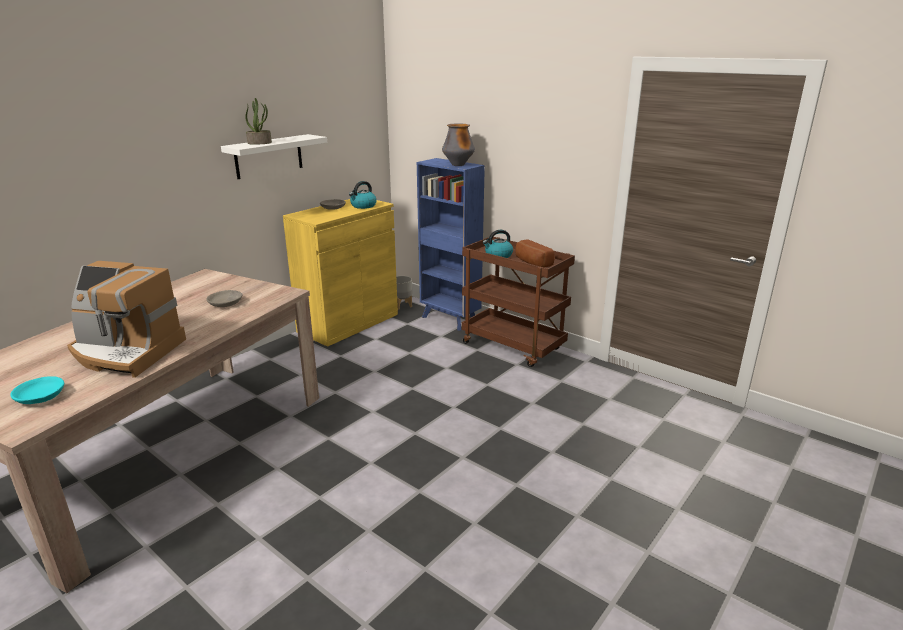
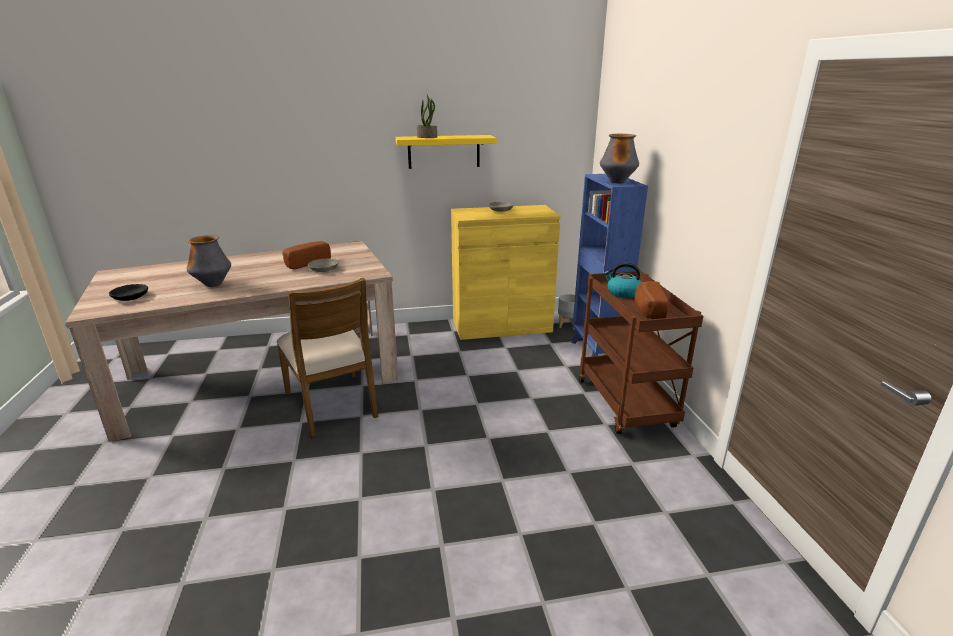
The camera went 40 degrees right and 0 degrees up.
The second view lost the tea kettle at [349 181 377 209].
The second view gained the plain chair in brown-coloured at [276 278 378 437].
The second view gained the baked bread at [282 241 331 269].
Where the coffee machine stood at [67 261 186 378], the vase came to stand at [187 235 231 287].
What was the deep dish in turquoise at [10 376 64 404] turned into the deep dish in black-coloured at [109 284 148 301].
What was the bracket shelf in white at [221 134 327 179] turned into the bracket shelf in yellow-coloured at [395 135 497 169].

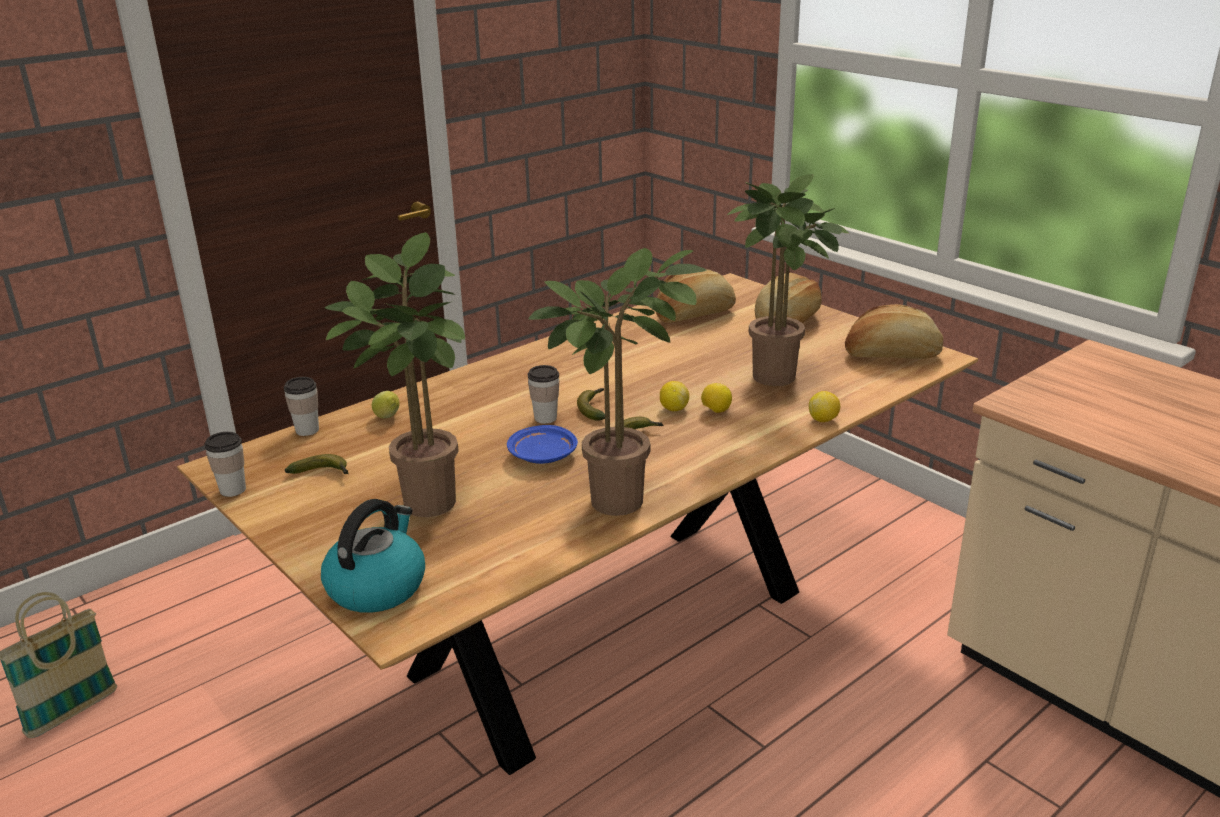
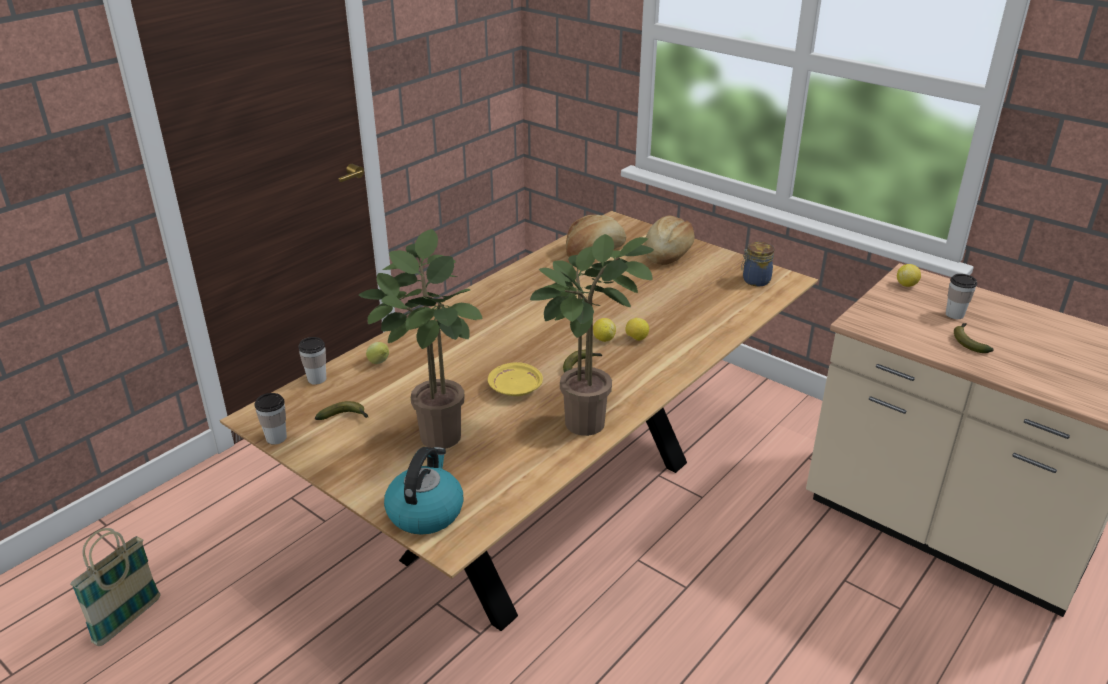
The camera went 10 degrees left and 5 degrees up.
The second view lost the potted plant at [727 174 849 386].
The cup ended up elsewhere, having gone from [528 365 559 424] to [946 274 977 319].
The banana fruit ended up elsewhere, having gone from [577 388 605 421] to [954 323 993 353].
The lemon ended up elsewhere, having gone from [809 391 840 422] to [897 264 921 287].
Where the baked bread stood at [845 304 943 359], the storage jar came to stand at [741 242 774 286].
What was the plate in bluish at [507 425 578 464] turned into the plate in yellow-coloured at [488 362 543 396].

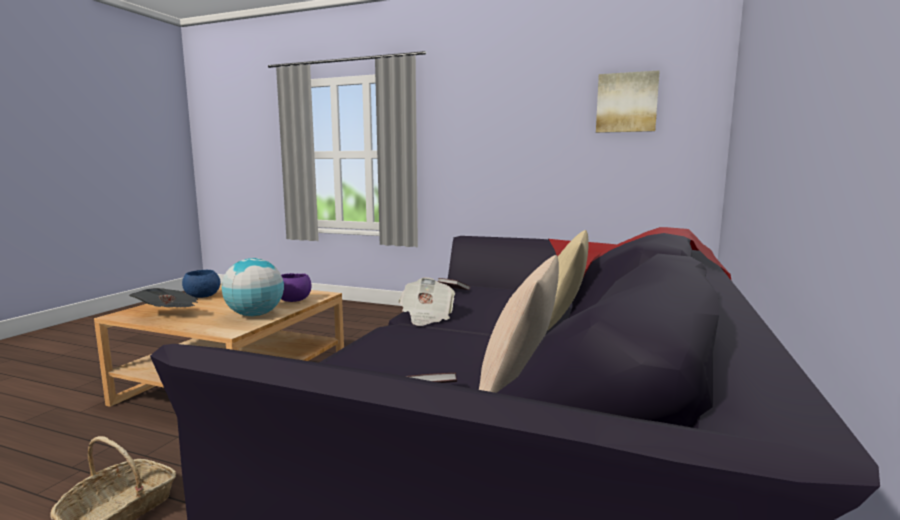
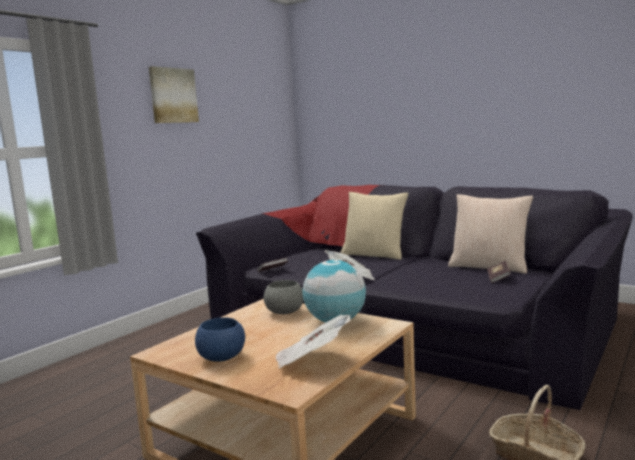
The camera went 75 degrees left and 0 degrees up.
The wall picture ended up elsewhere, having gone from [596 70 660 133] to [149 66 199 123].
What was the deep dish in purple at [281 273 311 302] turned into the deep dish in greyish at [264 280 304 314].

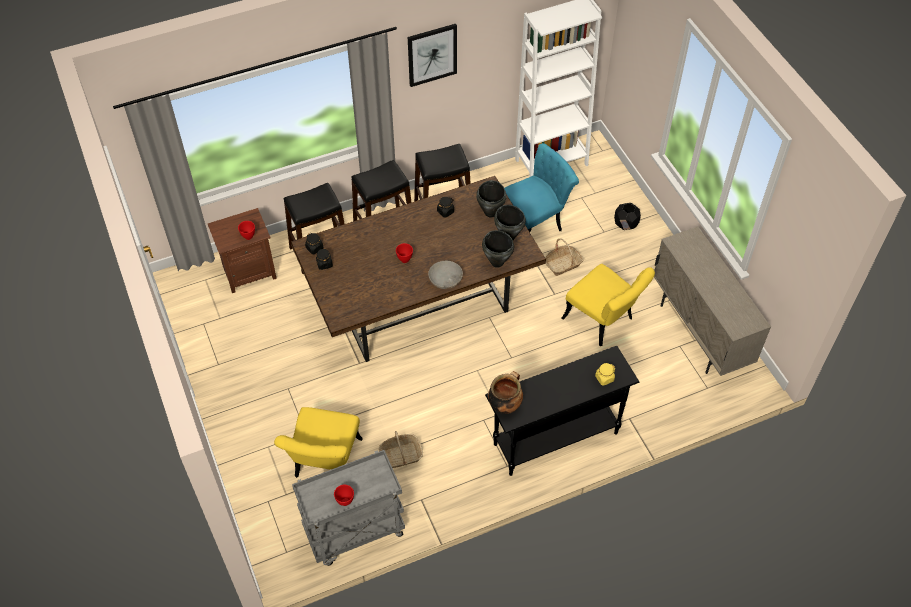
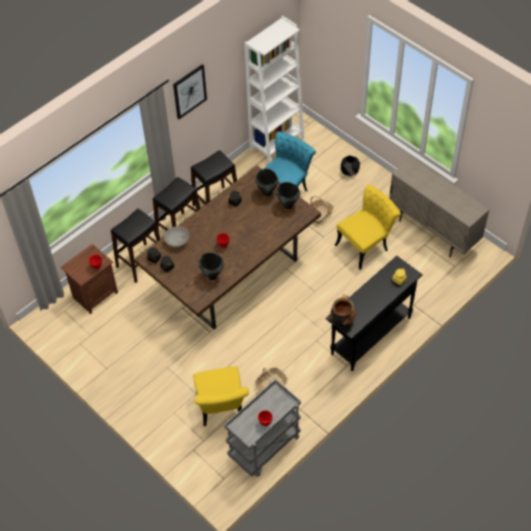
The camera went 20 degrees left and 0 degrees up.
The deep dish in greyish ended up elsewhere, having gone from [428 261 463 289] to [164 227 189 248].
The saucepot in black-coloured ended up elsewhere, having gone from [482 230 514 268] to [199 253 224 280].
The plain chair in yellow-coloured at [561 264 655 346] ended up facing another way, 60 degrees counterclockwise from before.

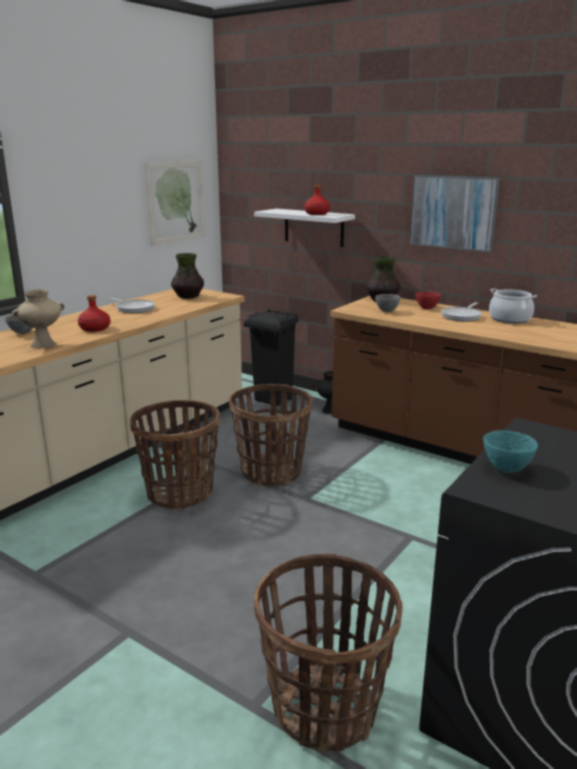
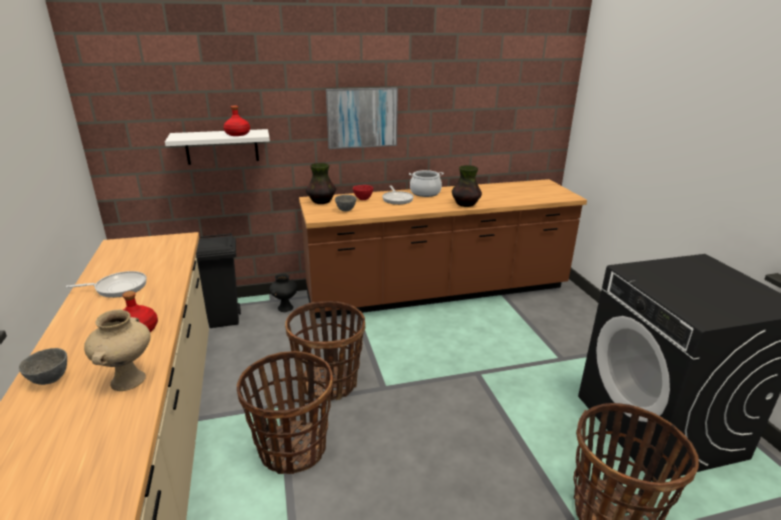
The camera went 50 degrees left and 5 degrees up.
The second view lost the wall picture at [145 160 205 246].
The second view lost the deep dish in turquoise at [483 431 538 473].
The vase ended up elsewhere, having gone from [171 253 204 299] to [452 165 482 207].

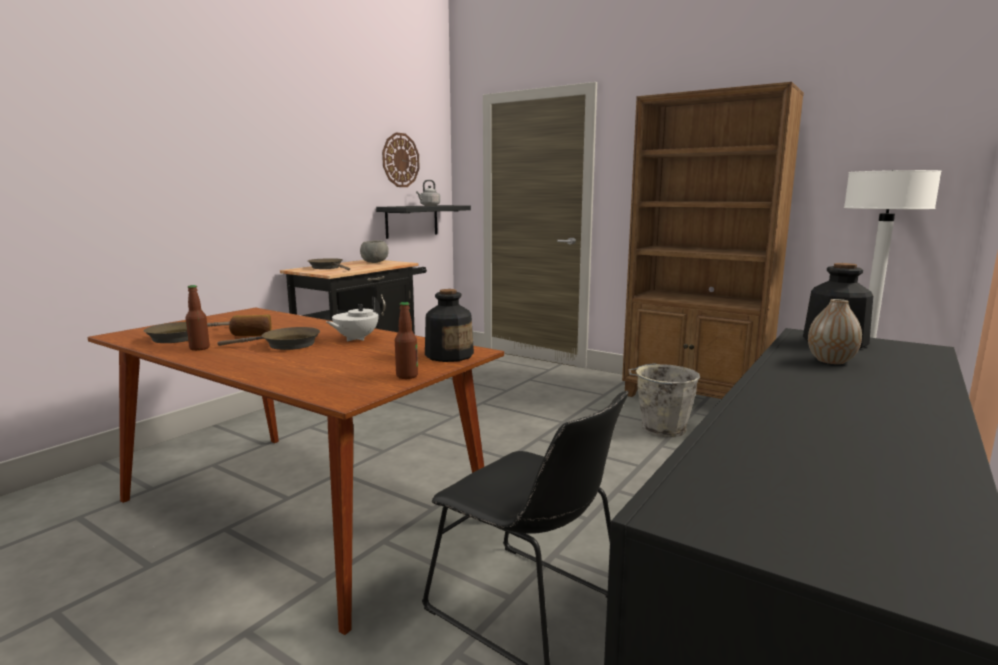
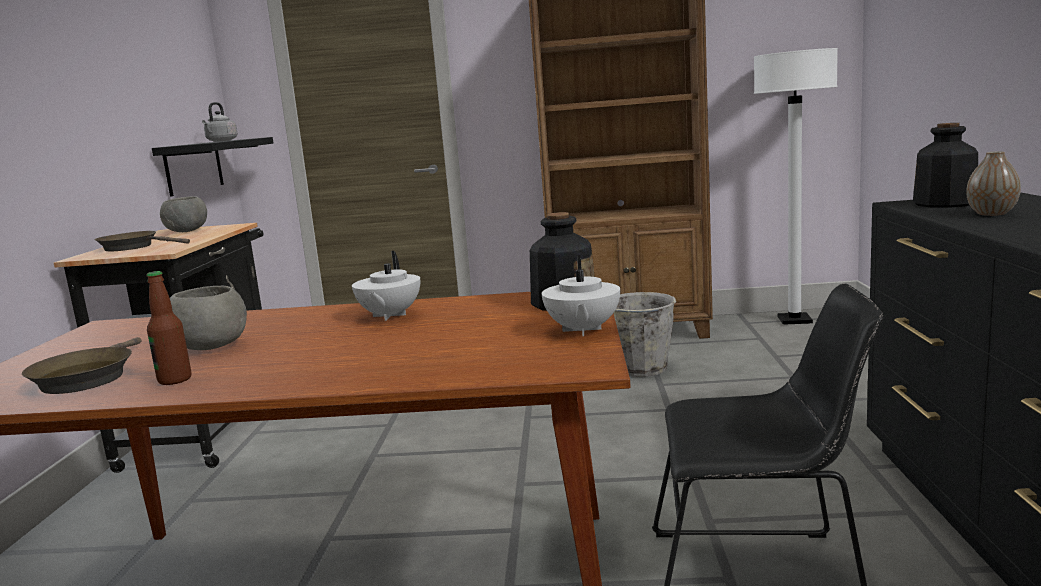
The camera went 30 degrees left and 0 degrees up.
The second view lost the pan in brown-coloured at [217 327 320 350].
The second view lost the wall clock at [382 132 420 187].
Where the baked bread stood at [229 315 272 336], the deep dish in greyish came to stand at [170 286 247 350].
Where the drink bottle stood at [395 302 418 379], the tea pot in white came to stand at [542 255 620 336].

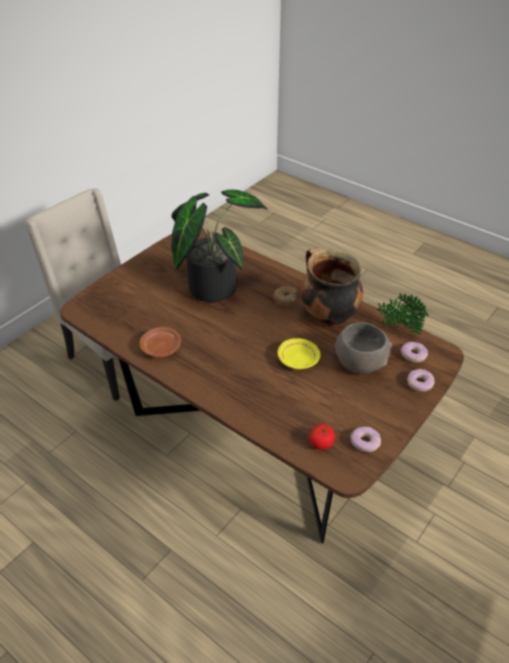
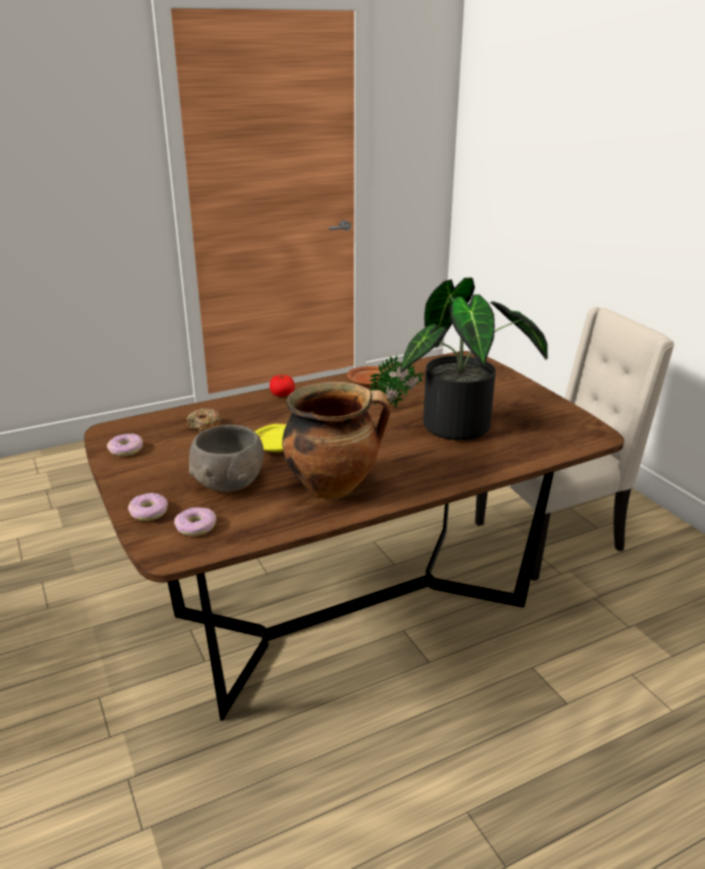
The camera went 115 degrees right and 15 degrees down.
The donut ended up elsewhere, having gone from [273 286 298 307] to [187 408 222 433].
The fresh tomato ended up elsewhere, having gone from [309 424 335 450] to [270 374 295 397].
The potted plant ended up elsewhere, having gone from [376 293 428 335] to [369 355 424 408].

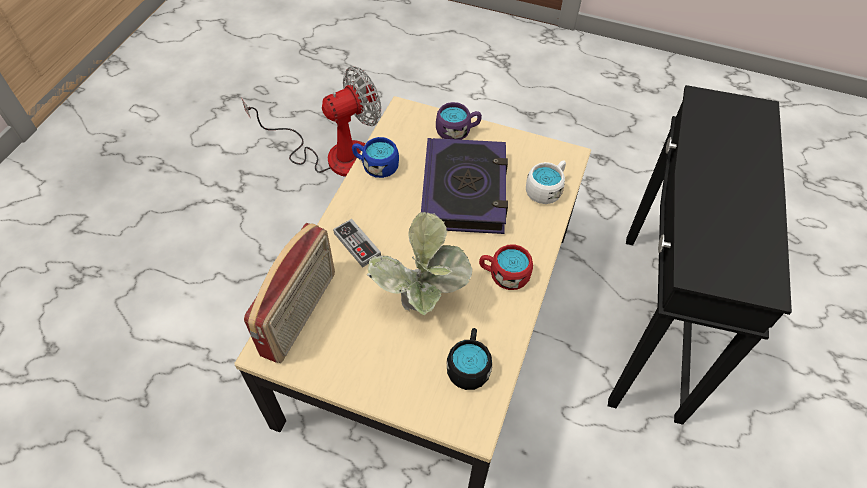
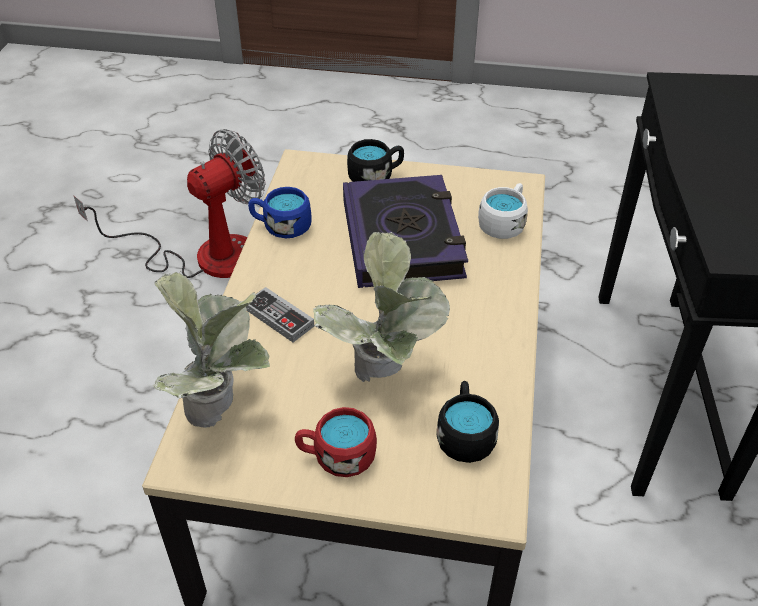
The camera went 10 degrees left and 10 degrees down.
The coffee mug in red ended up elsewhere, having gone from [479 244 533 290] to [295 407 377 477].
Where the radio receiver stood at [244 223 335 363], the potted plant came to stand at [153 272 270 428].
What was the coffee mug in purple at [436 102 482 140] turned into the coffee mug in black-coloured at [347 139 404 182].

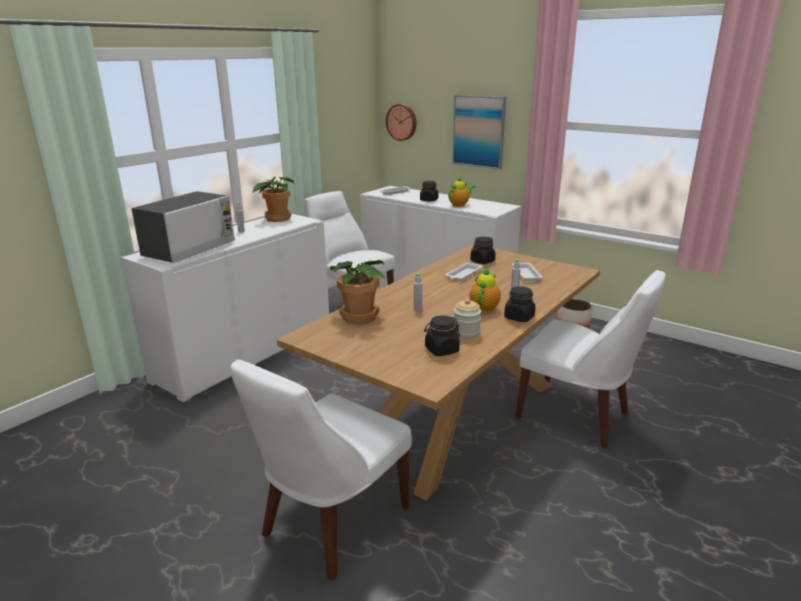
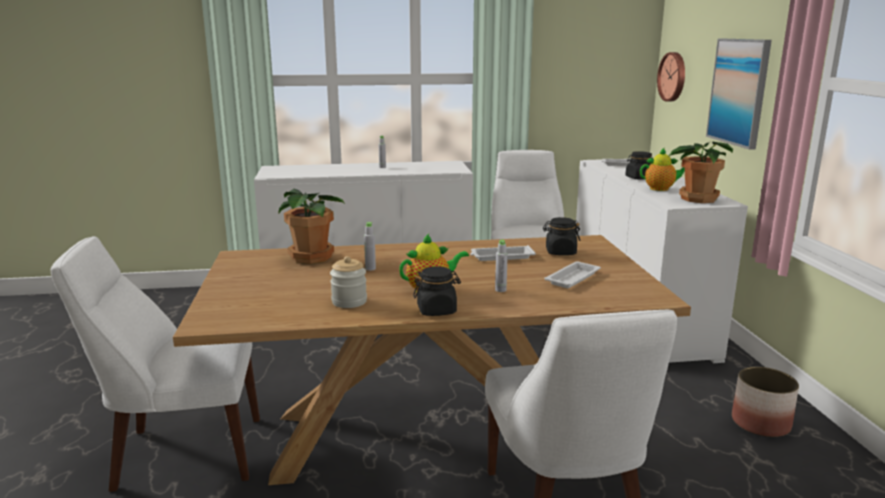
The camera went 45 degrees right and 5 degrees down.
The second view lost the microwave at [131 191 235 263].
The second view lost the storage jar in black-coloured at [424 315 460 356].
The potted plant ended up elsewhere, having gone from [252 176 294 222] to [667 141 733 203].

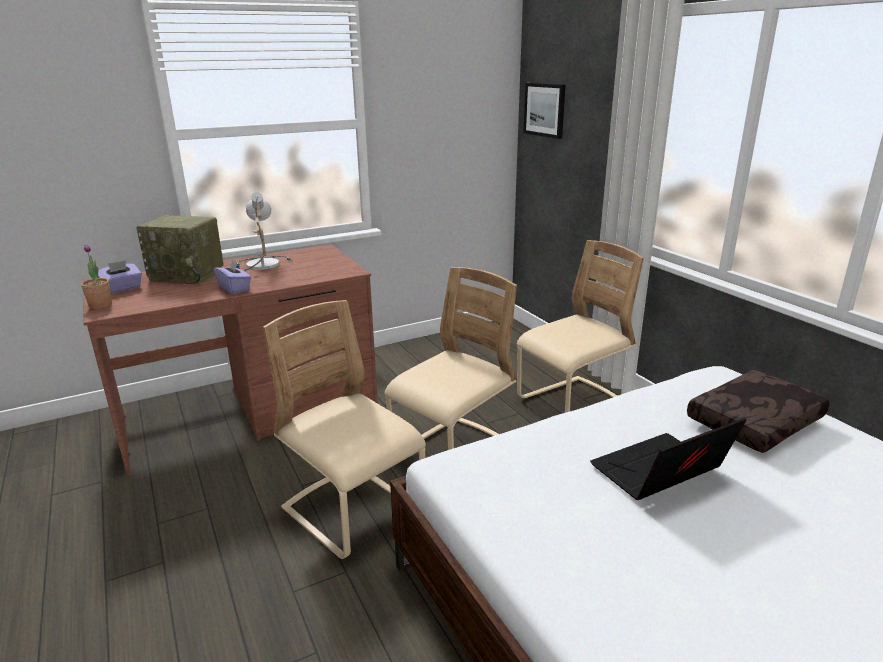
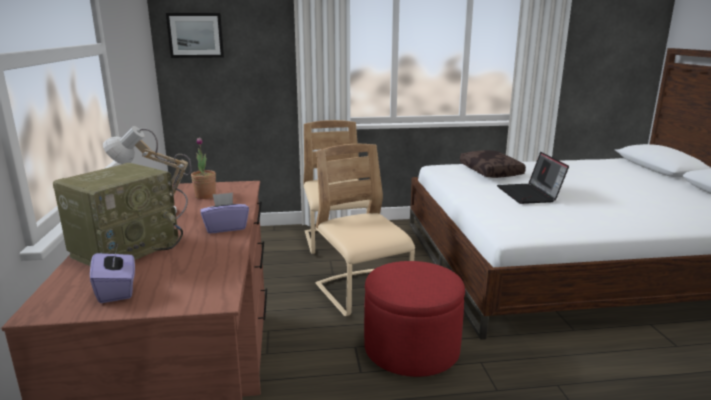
The camera went 70 degrees left and 5 degrees down.
The potted plant ended up elsewhere, having gone from [81 245 112 309] to [191 137 216 199].
Where the plain chair in beige stood at [263 300 426 559], the ottoman in red came to stand at [364 261 465 377].

